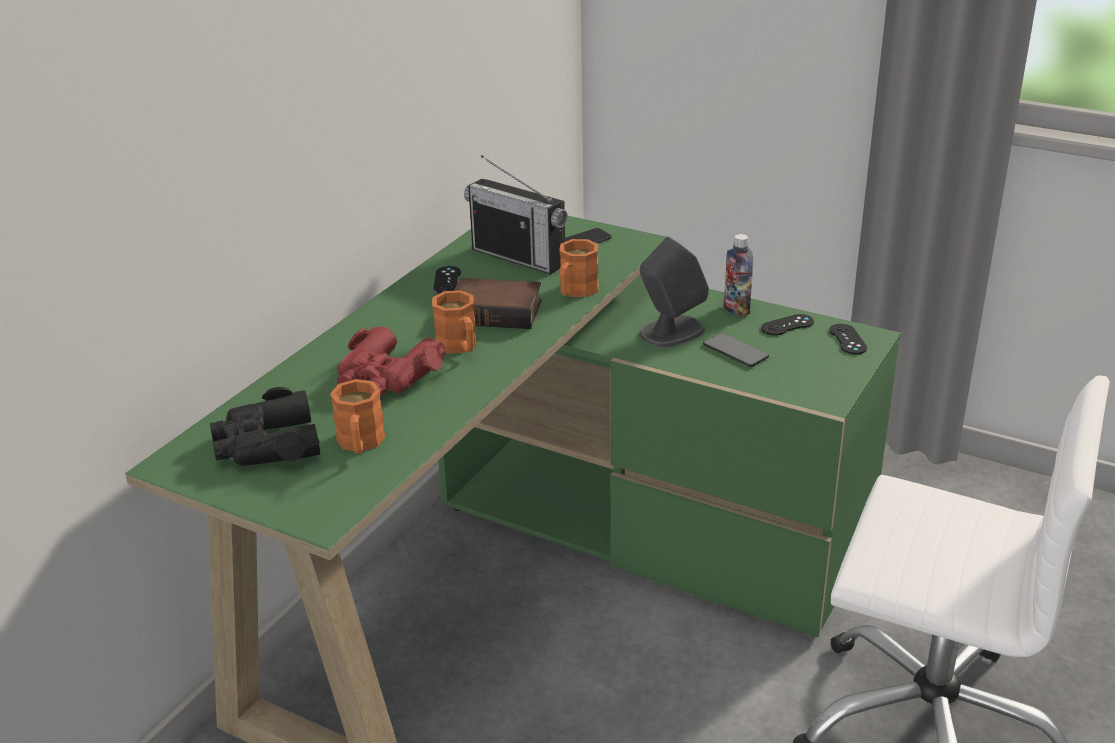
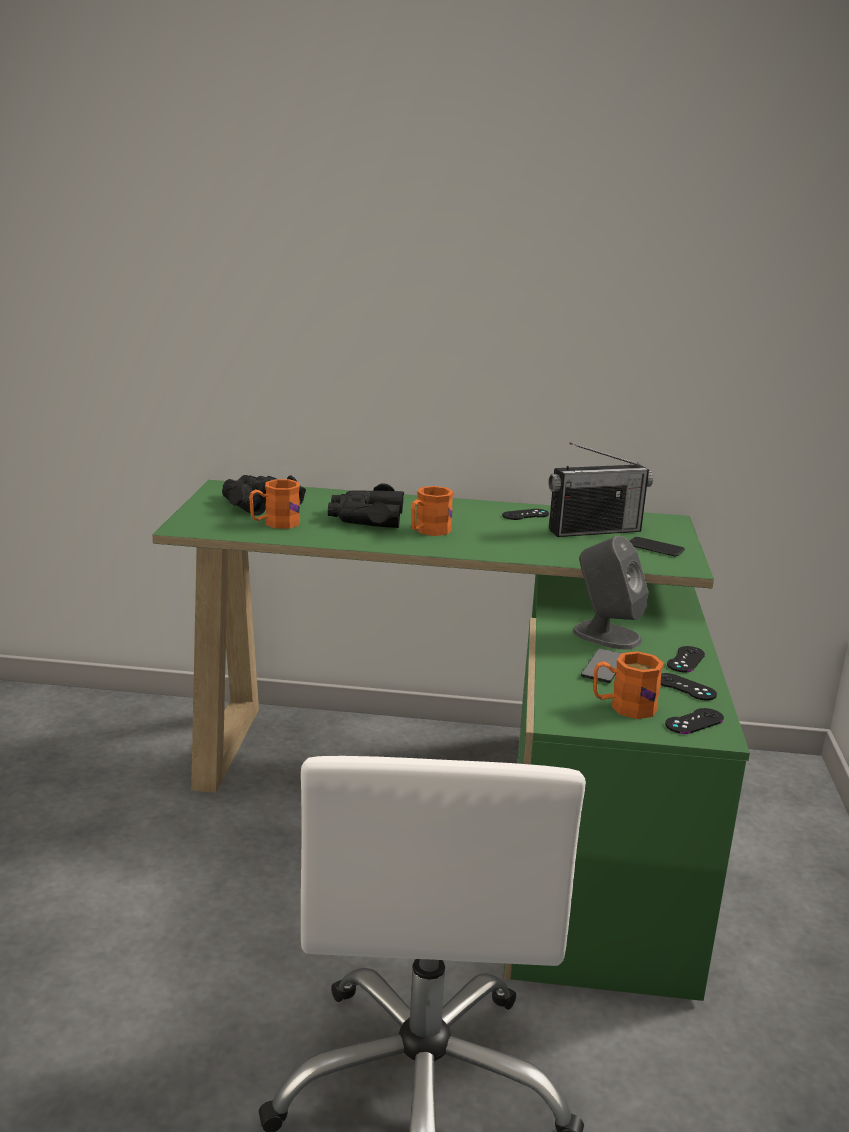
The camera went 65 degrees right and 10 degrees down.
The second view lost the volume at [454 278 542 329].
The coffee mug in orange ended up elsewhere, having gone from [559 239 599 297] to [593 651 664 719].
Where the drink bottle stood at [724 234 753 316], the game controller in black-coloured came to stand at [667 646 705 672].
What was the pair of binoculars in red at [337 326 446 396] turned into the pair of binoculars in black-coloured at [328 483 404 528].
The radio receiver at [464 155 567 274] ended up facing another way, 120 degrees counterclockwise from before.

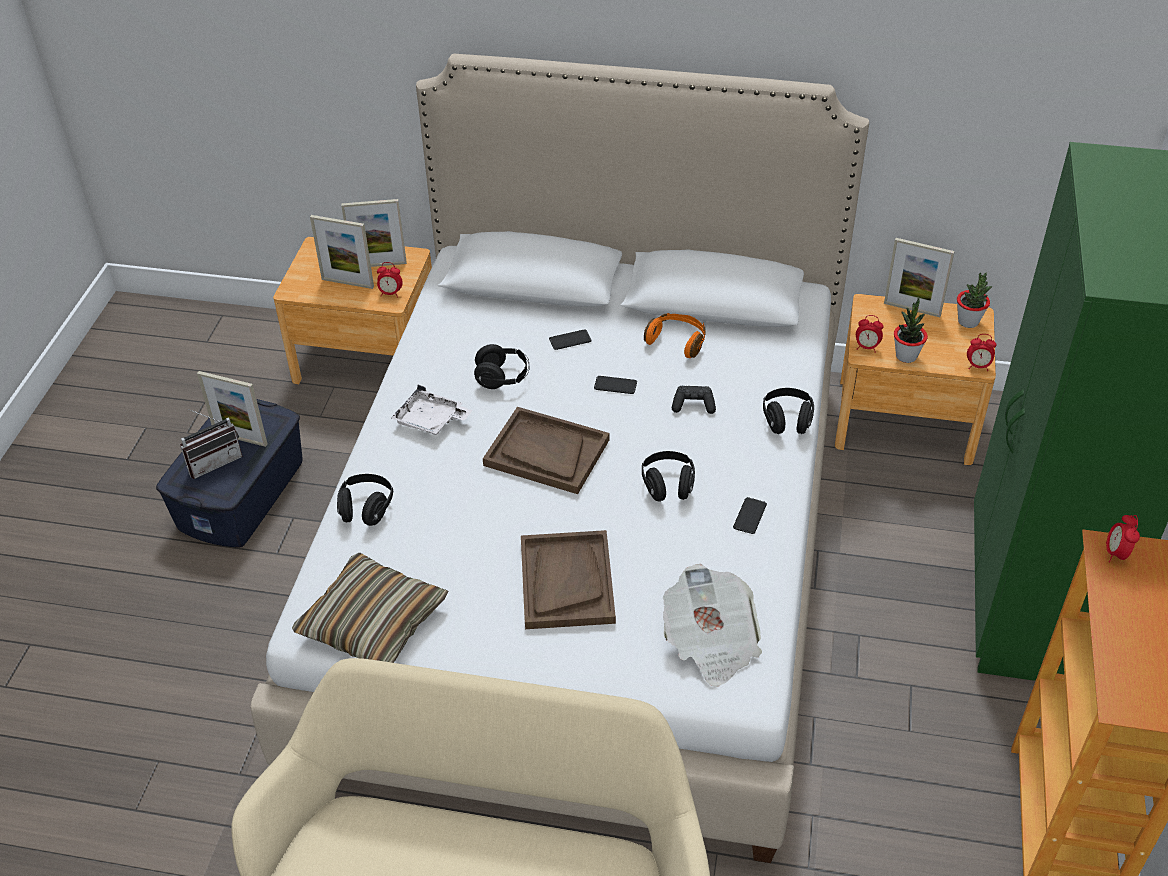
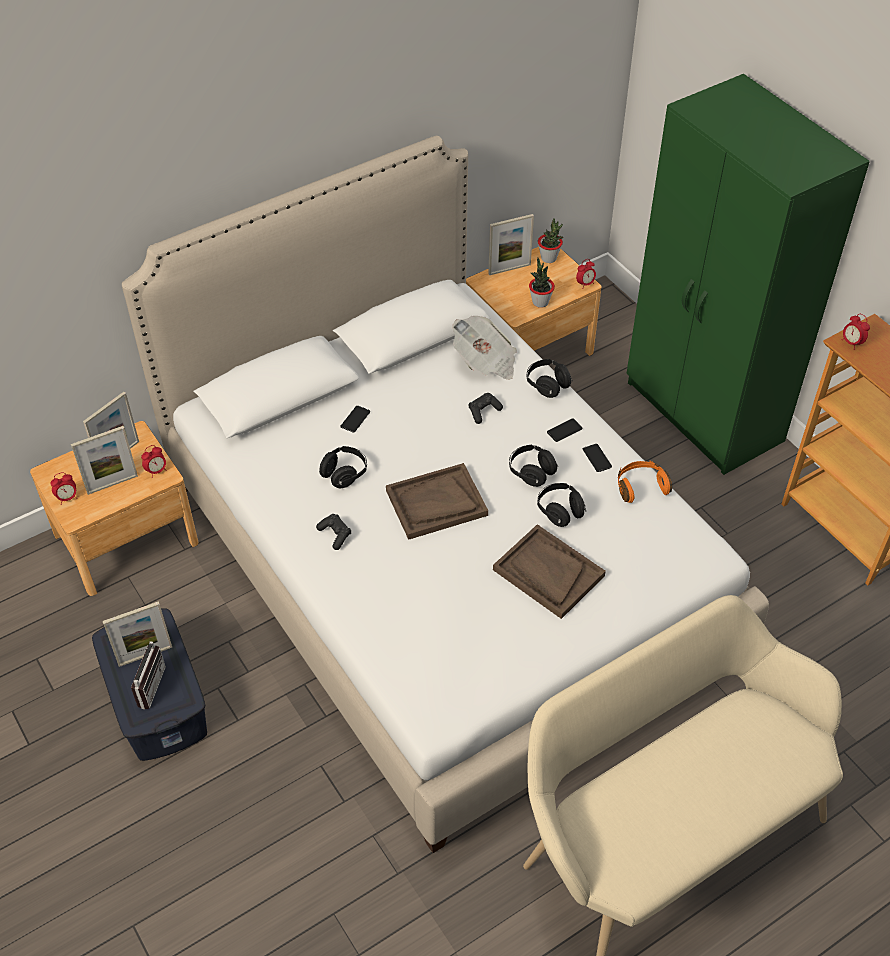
The camera went 45 degrees left and 5 degrees up.
The second view lost the cushion at [292 553 449 663].
The headset in black-coloured ended up elsewhere, having gone from [337 474 393 526] to [537 483 586 527].
The phone ended up elsewhere, having gone from [594 376 637 394] to [547 419 583 442].
The headset in orange ended up elsewhere, having gone from [644 313 706 358] to [618 461 672 503].
The daily paper ended up elsewhere, having gone from [663 564 762 687] to [453 316 517 380].
The alarm clock ended up elsewhere, having gone from [856 315 883 353] to [50 472 77 505].
Where the serving tray in white stood at [391 385 472 435], the game controller in black-coloured came to stand at [316 514 351 550].

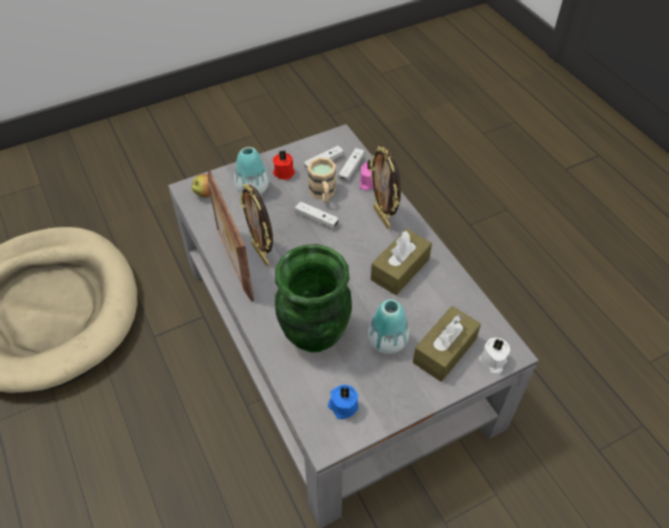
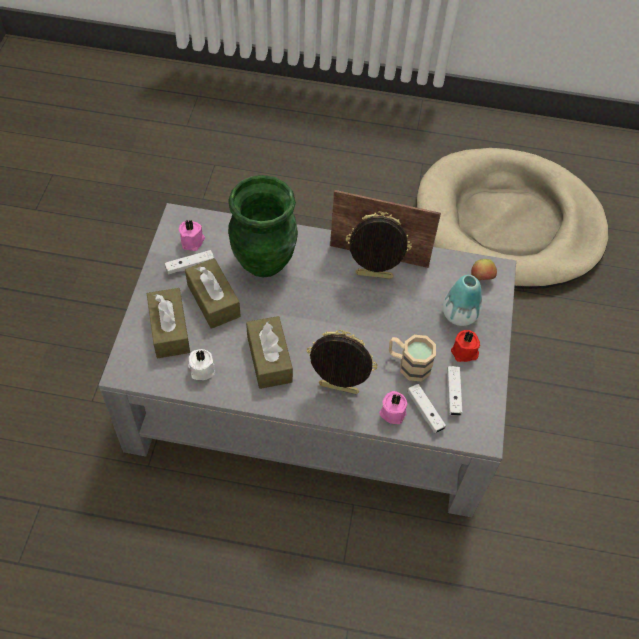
The camera went 125 degrees right and 5 degrees up.
The game controller in white ended up elsewhere, having gone from [295 201 339 228] to [165 250 214 274].
The wax candle in white ended up elsewhere, having gone from [479 338 510 374] to [188 349 215 380].
Where the vase stood at [368 299 409 354], the tissue box in brown-coloured came to stand at [185 258 241 329].
What was the wax candle in bluish at [328 385 359 419] turned into the wax candle in pink at [179 220 205 251].

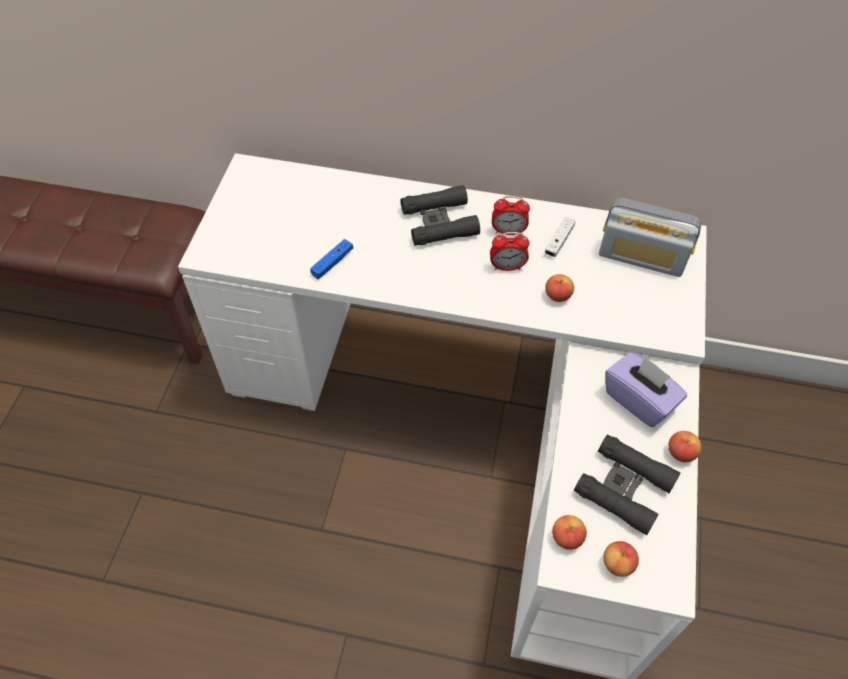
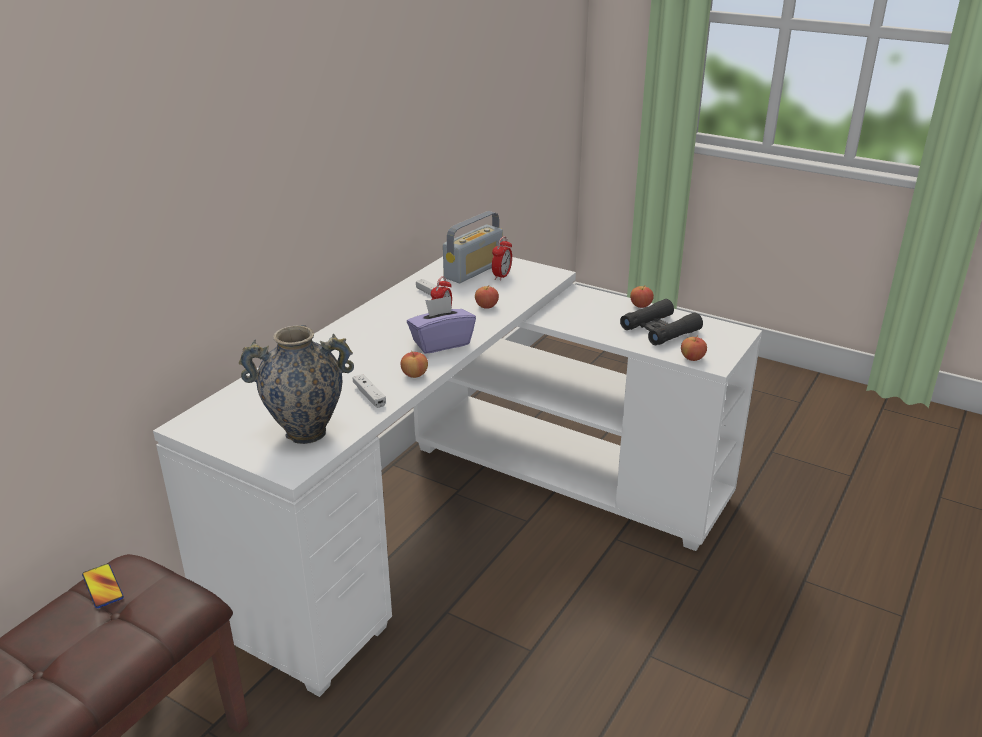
The camera went 70 degrees left and 25 degrees down.
The second view lost the pair of binoculars in black-coloured at [401 185 480 246].
The second view gained the phone at [82 564 124 608].
The second view gained the vase at [239 325 354 444].
The alarm clock ended up elsewhere, having gone from [492 196 530 235] to [492 236 512 281].
The whole apple ended up elsewhere, having gone from [603 541 639 577] to [401 352 428 378].
The tissue box in purple ended up elsewhere, having gone from [605 352 687 427] to [407 296 476 354].
What was the game controller in bluish at [310 239 353 279] turned into the game controller in white at [353 374 386 408].

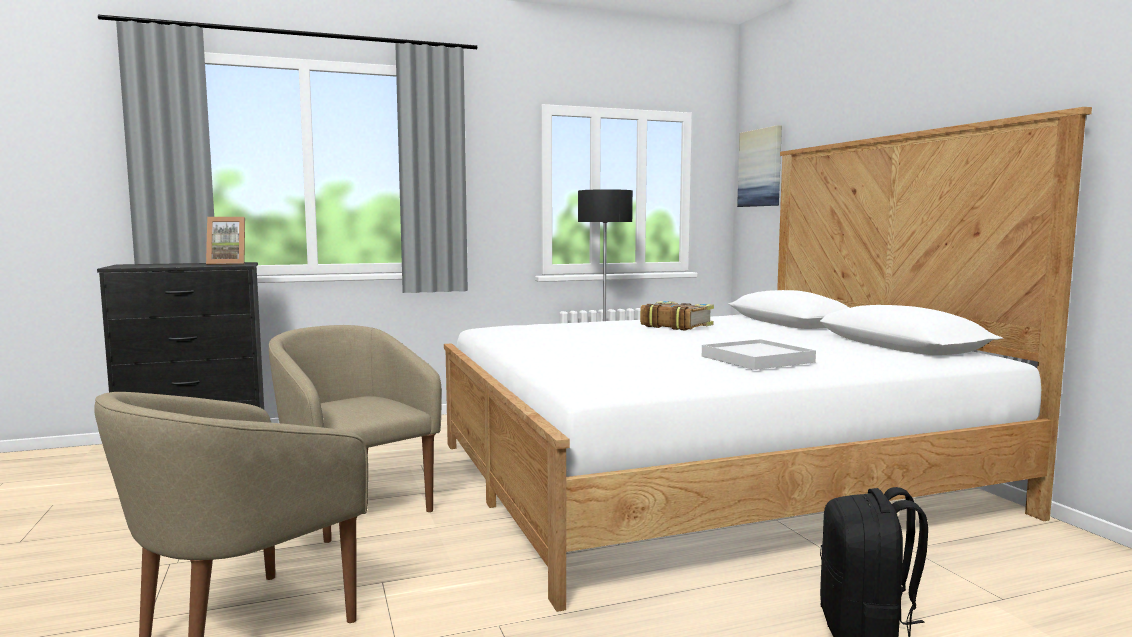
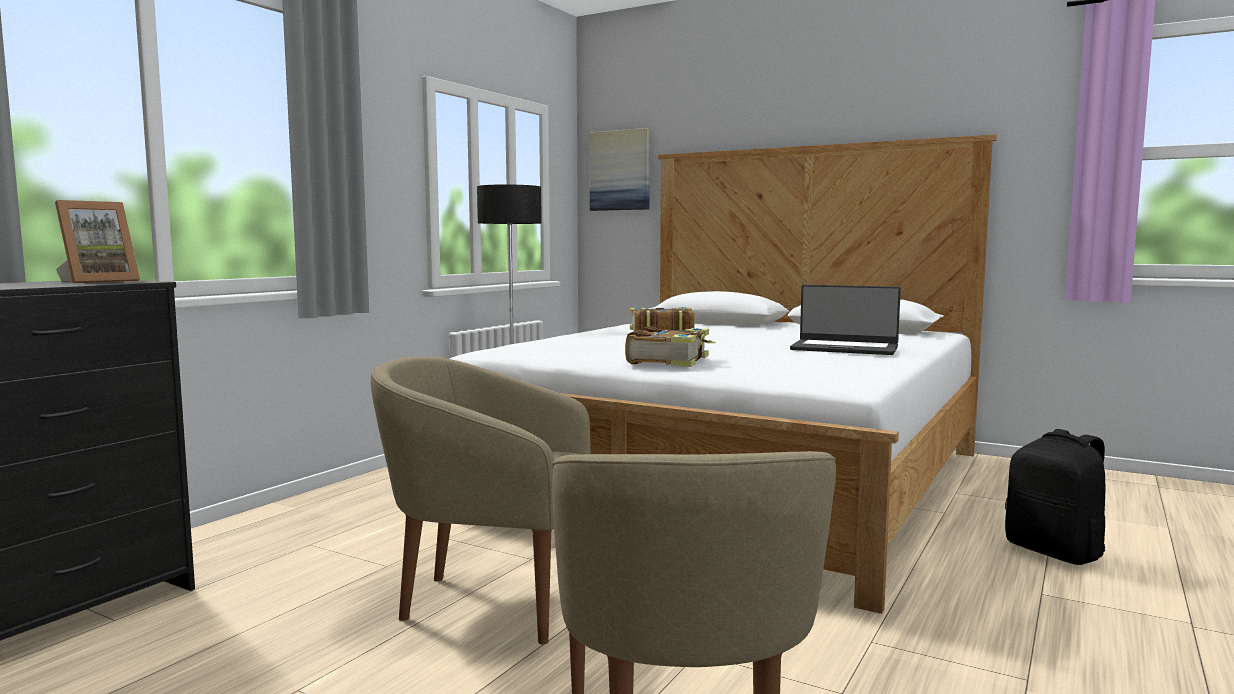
The camera went 40 degrees left and 0 degrees up.
The second view gained the volume at [625 326 715 367].
Where the serving tray in white stood at [702 339 816 370], the notebook computer came to stand at [790 285 901 355].

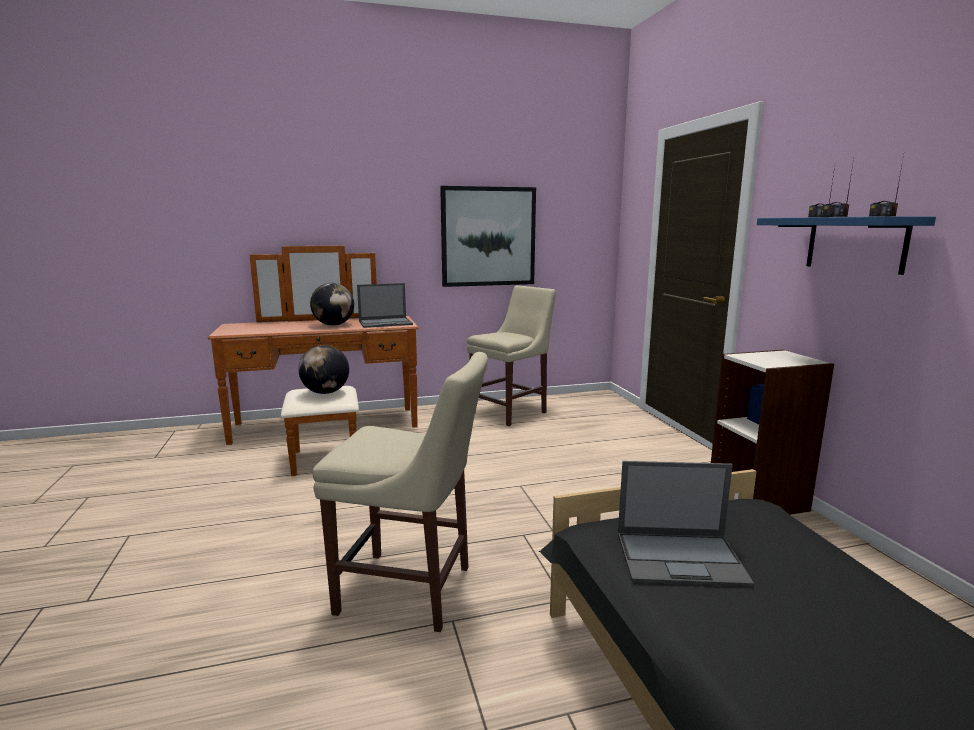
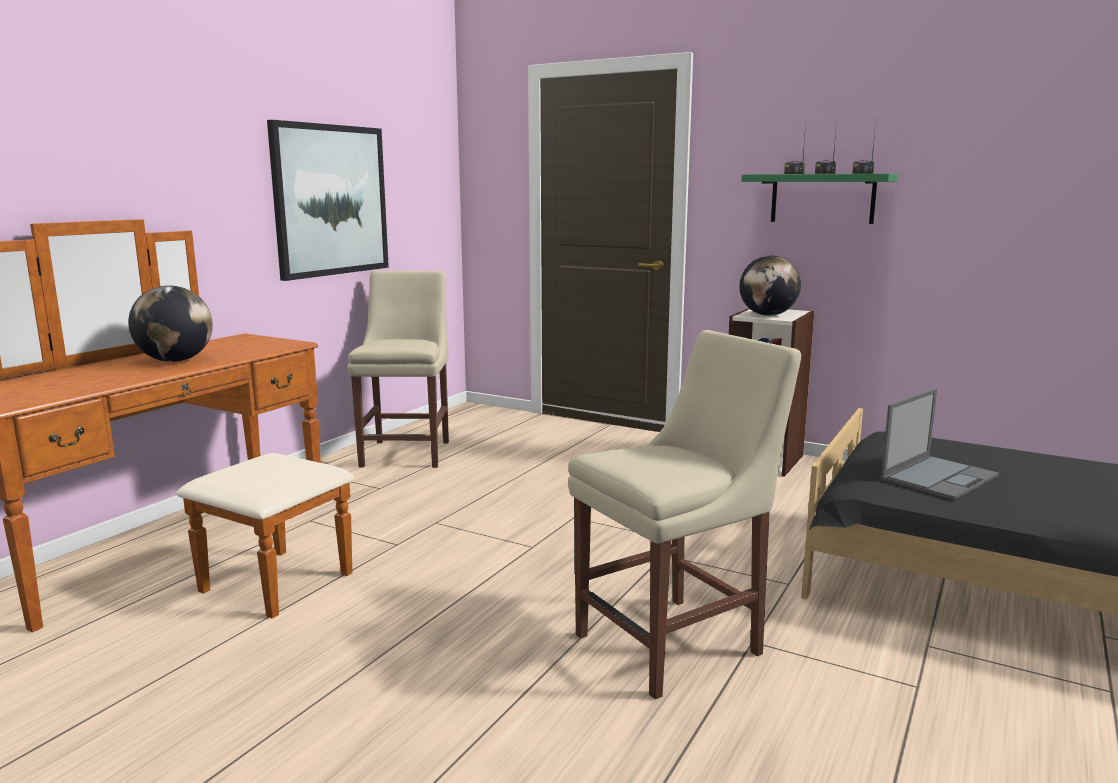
The camera went 45 degrees left and 0 degrees up.
The second view lost the notebook computer at [357 283 413 328].
The world globe ended up elsewhere, having gone from [298 345 349 394] to [739 256 801 316].
What was the bracket shelf in bluish at [757 216 936 275] turned into the bracket shelf in green at [741 174 897 224].

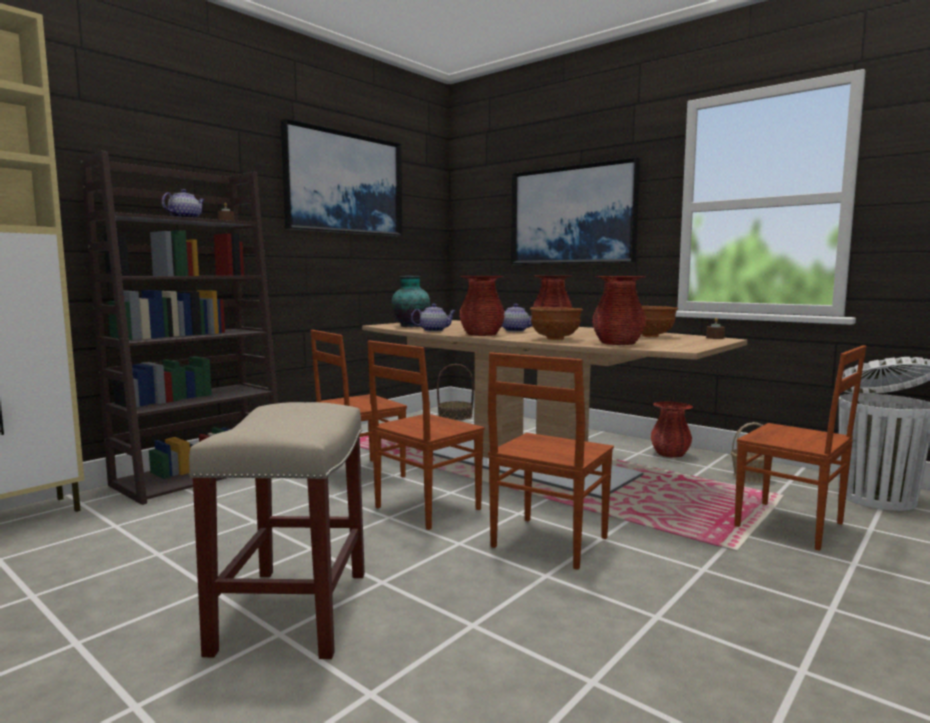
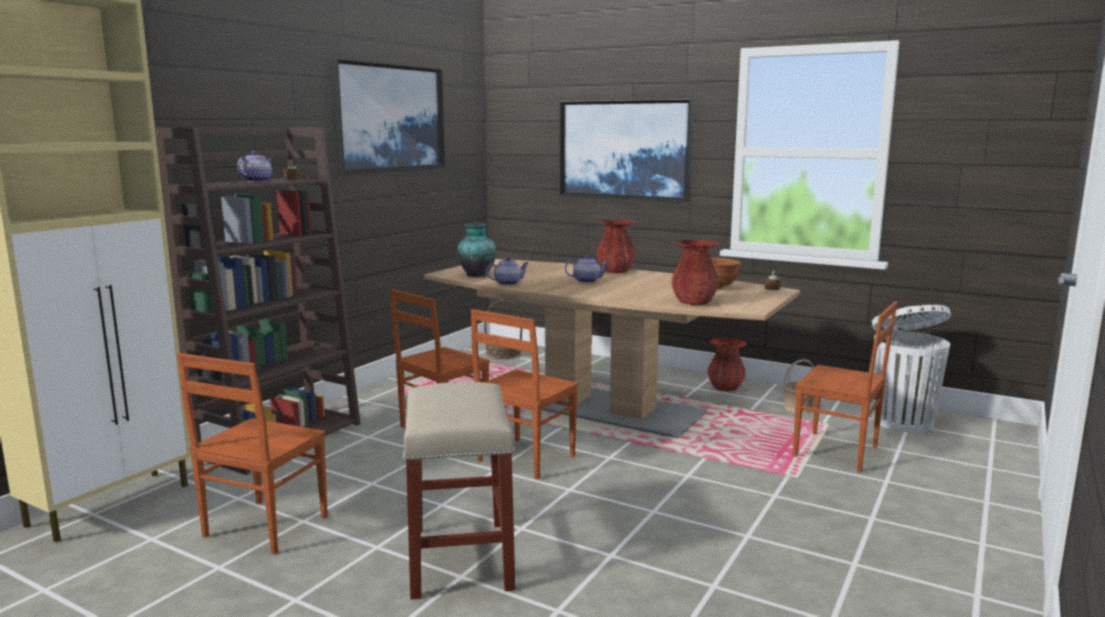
The camera went 10 degrees left and 5 degrees up.
The second view lost the vase in red at [459 276 505 336].
The second view lost the deep dish in brown-coloured at [530 307 583 340].
The plain chair in brown-coloured ended up elsewhere, having gone from [488 352 614 570] to [177 353 328 554].

